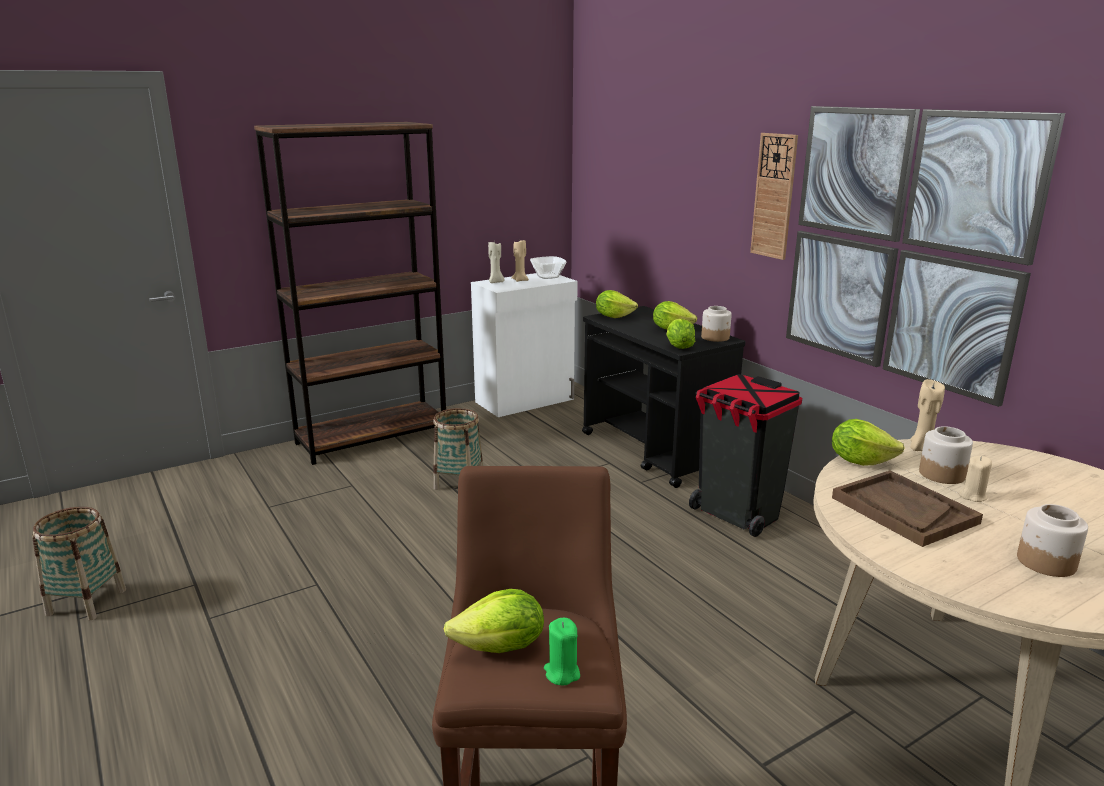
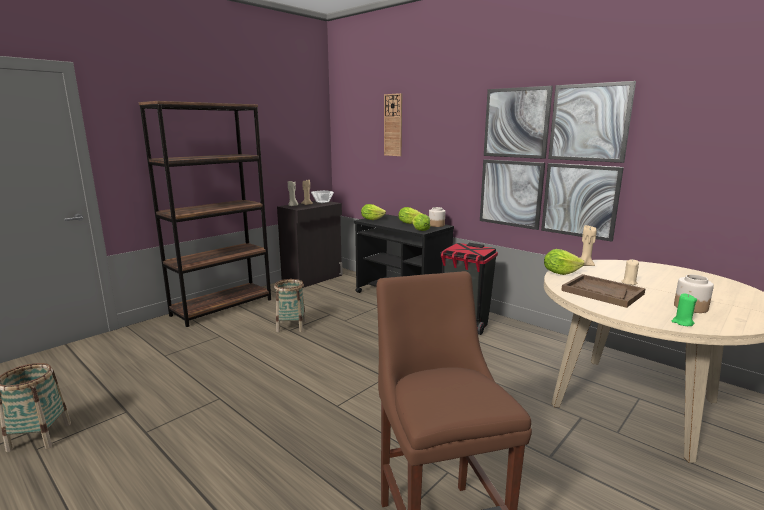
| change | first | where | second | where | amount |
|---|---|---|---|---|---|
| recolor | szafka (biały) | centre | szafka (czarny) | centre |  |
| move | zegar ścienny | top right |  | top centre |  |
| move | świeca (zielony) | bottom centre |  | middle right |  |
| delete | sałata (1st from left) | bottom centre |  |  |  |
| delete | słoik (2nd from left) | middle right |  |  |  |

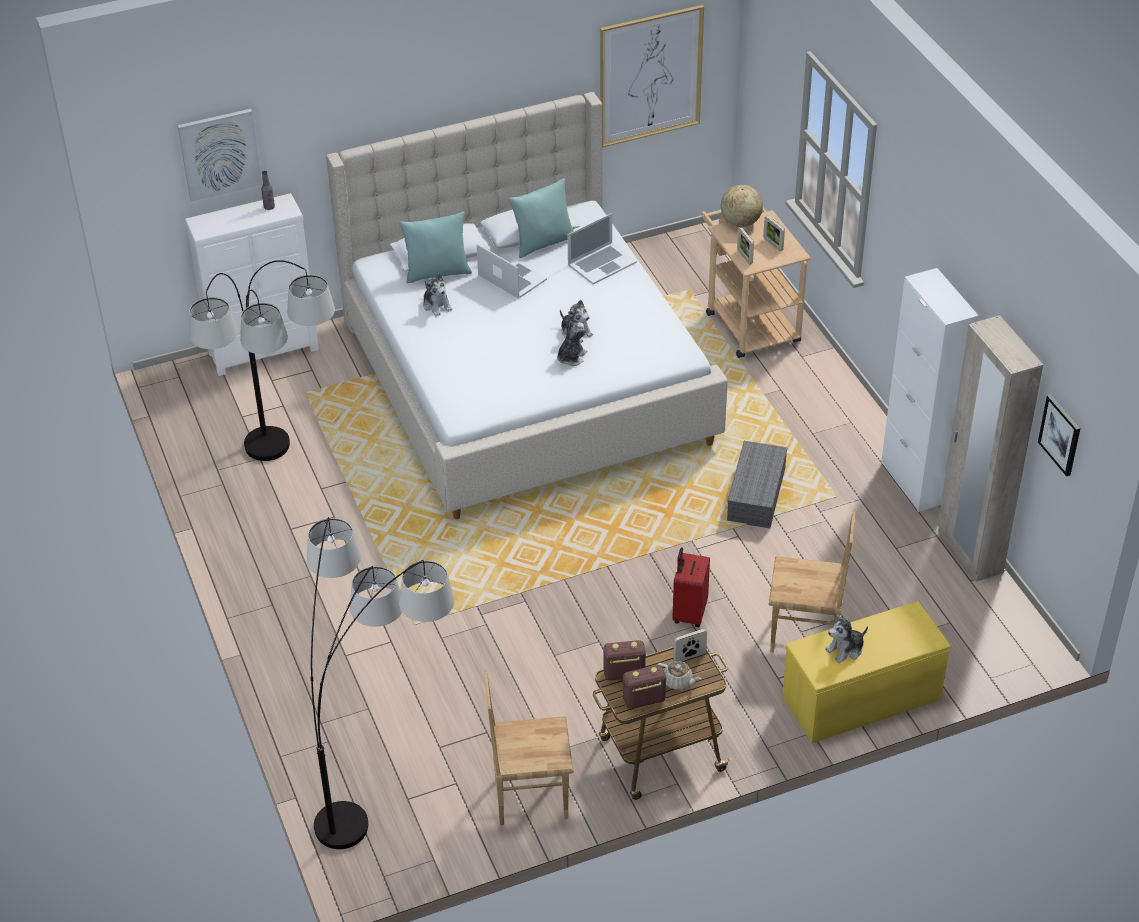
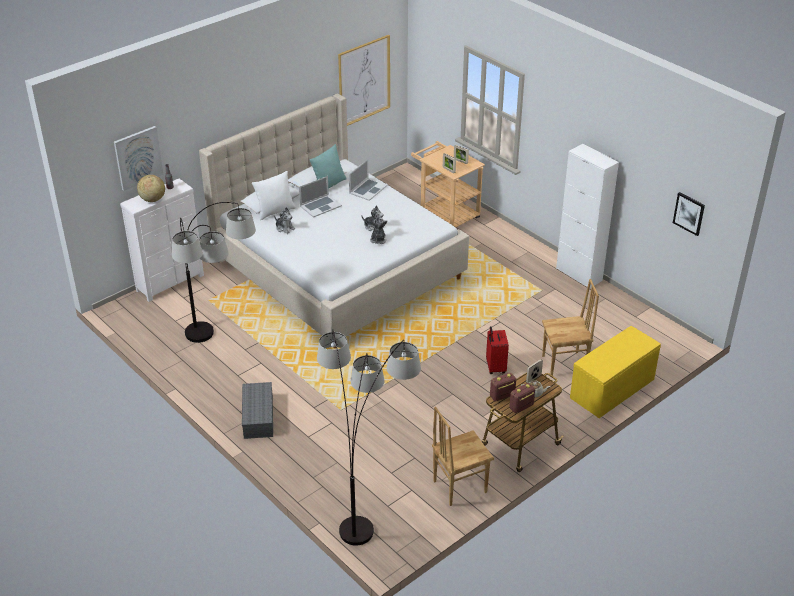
| change | first | where | second | where | amount |
|---|---|---|---|---|---|
| move | globus | top centre |  | top left |  |
| move | pojemnik do przechowywania (szary) | centre |  | bottom left |  |
| recolor | poduszka (turkusowy) (1st from left) | top centre | poduszka (biały) | top centre |  |
| rotate | laptop (1st from left) | top centre |  | top centre | 120 degrees clockwise |
| delete | pluszak (4th from left) | bottom right |  |  |  |
| delete | szafa (beżowy) | middle right |  |  |  |

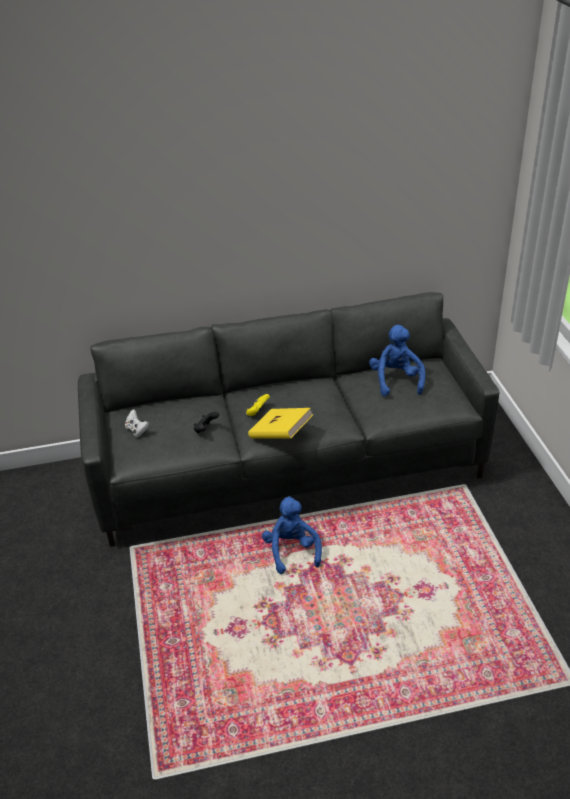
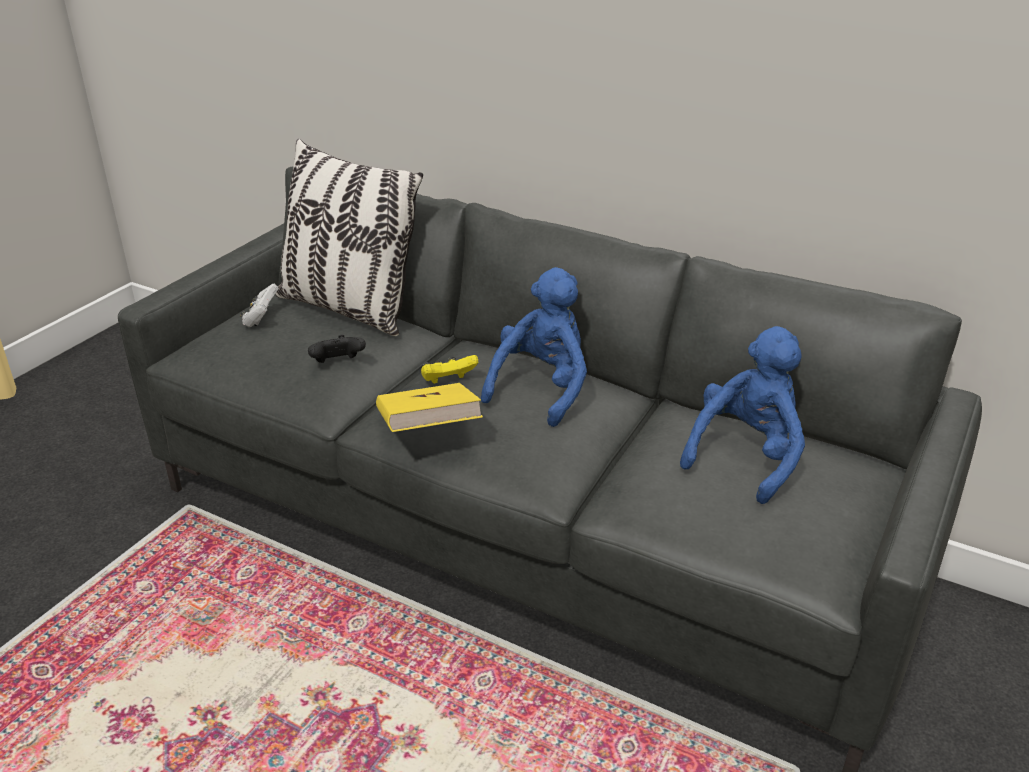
| change | first | where | second | where | amount |
|---|---|---|---|---|---|
| insert |  |  | poduszka | top centre |  |
| move | pluszak (niebieski) (1st from left) | bottom centre |  | centre |  |

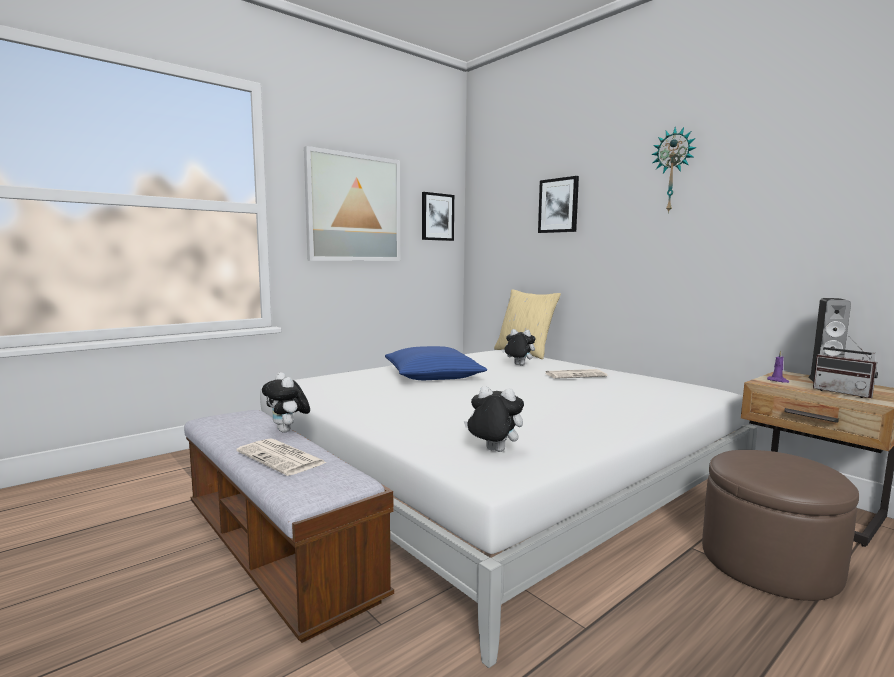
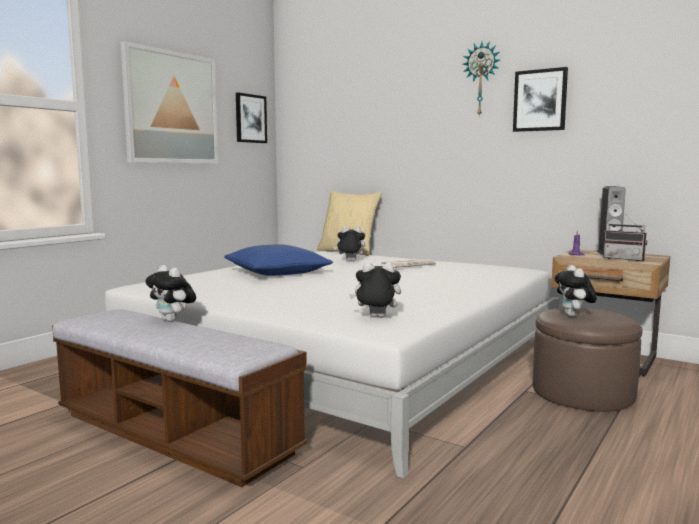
| change | first | where | second | where | amount |
|---|---|---|---|---|---|
| move | obraz (3rd from left) | top centre |  | top right |  |
| insert |  |  | pluszak (4th from left) | middle right |  |
| delete | gazeta (1st from left) | bottom left |  |  |  |

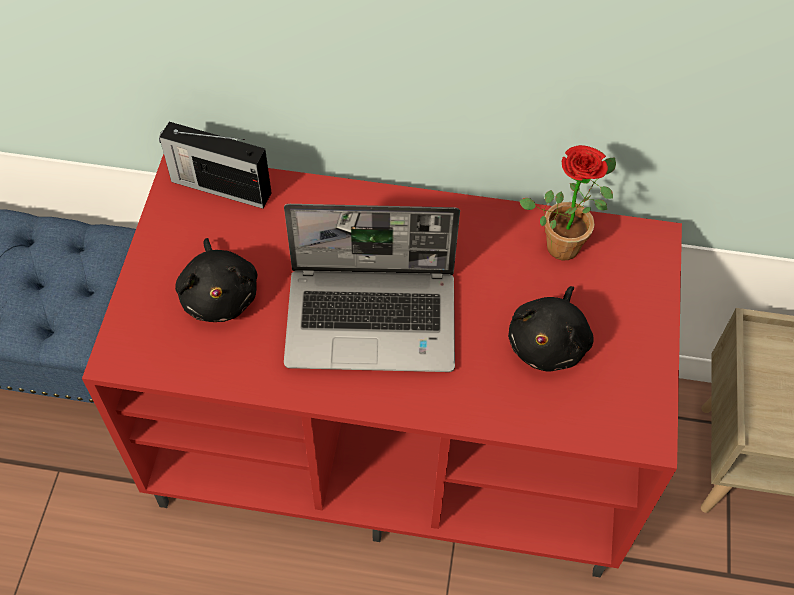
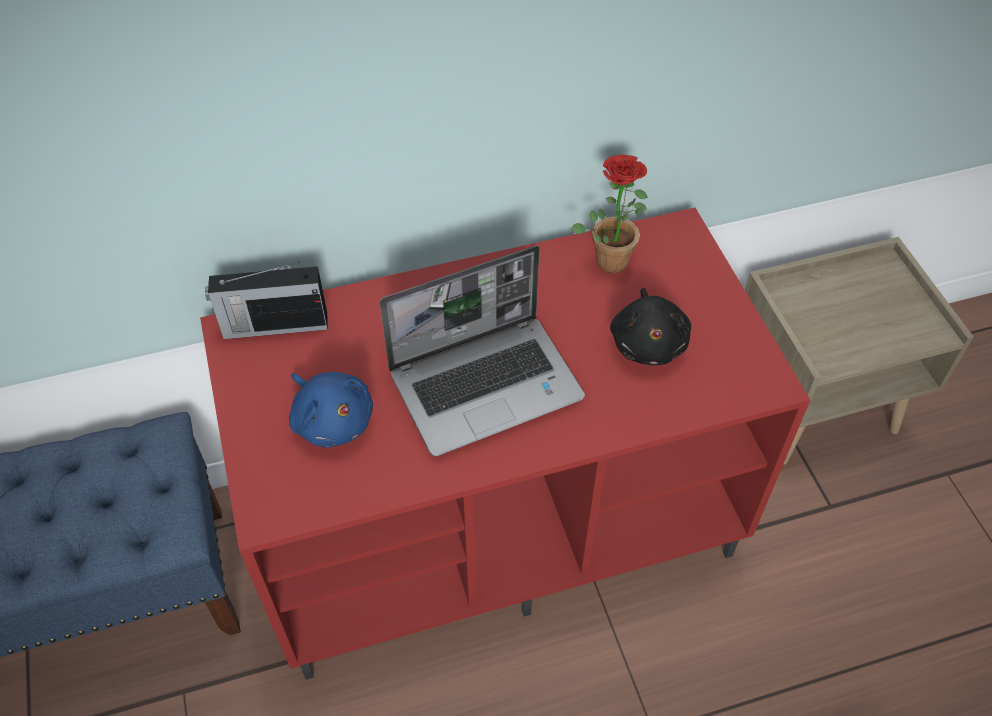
| change | first | where | second | where | amount |
|---|---|---|---|---|---|
| recolor | pluszak (czarny) (1st from left) | middle left | pluszak (niebieski) | centre |  |

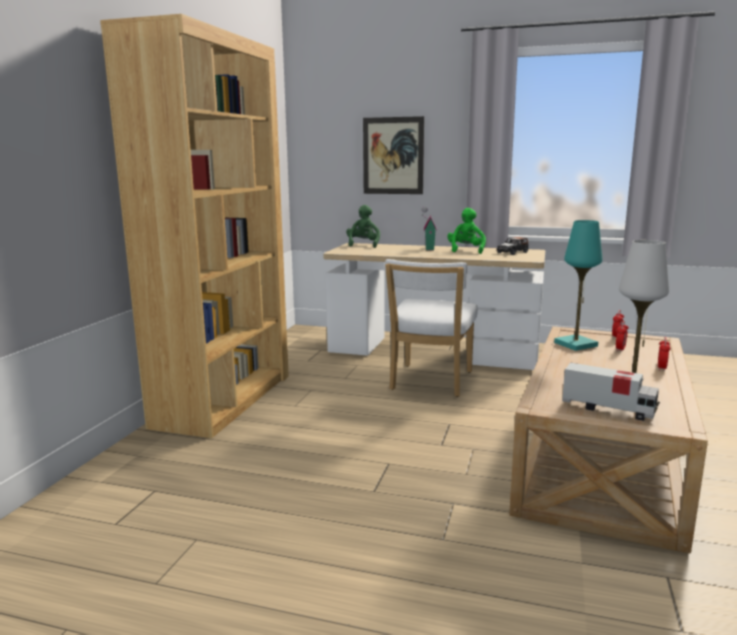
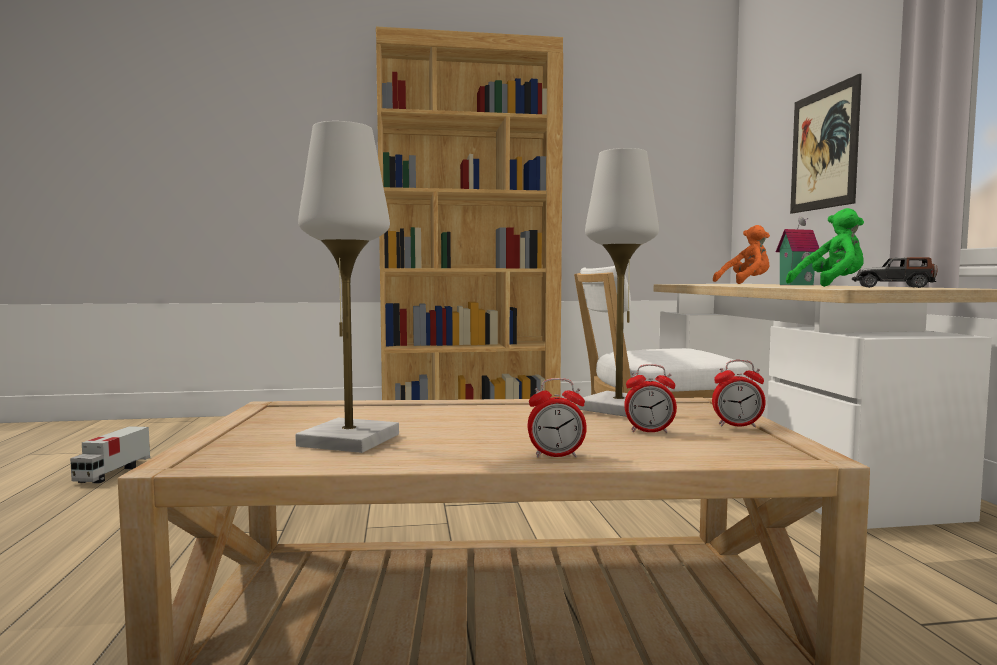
| change | first | where | second | where | amount |
|---|---|---|---|---|---|
| move | ciężarówka zabawkowa | middle right |  | bottom left |  |
| recolor | lampa stołowa (turkusowy) | middle right | lampa stołowa (biały) (2nd from left) | centre |  |
| recolor | pluszak (zielony) (1st from left) | centre | pluszak (pomarańczowy) | middle right |  |

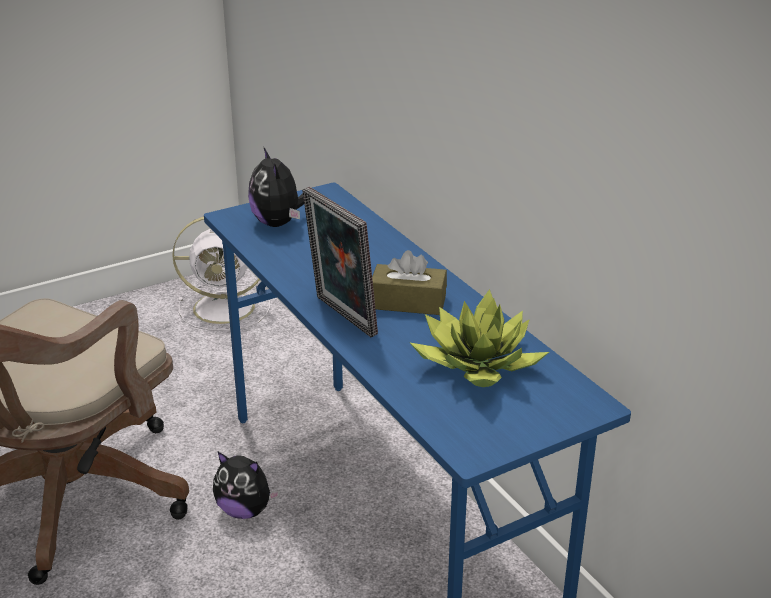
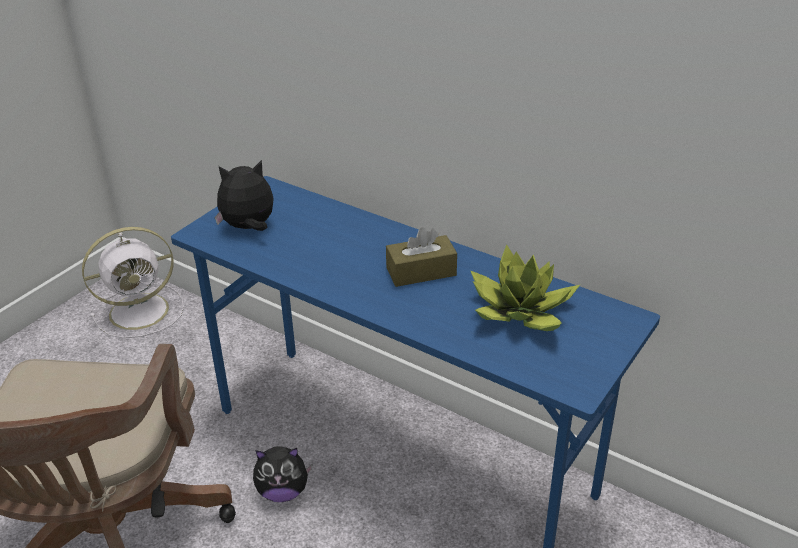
| change | first | where | second | where | amount |
|---|---|---|---|---|---|
| rotate | pluszak (2nd from left in the first image) | top centre | pluszak (1st from left) | middle left | 120 degrees clockwise |
| delete | ramka na zdjęcie | centre |  |  |  |

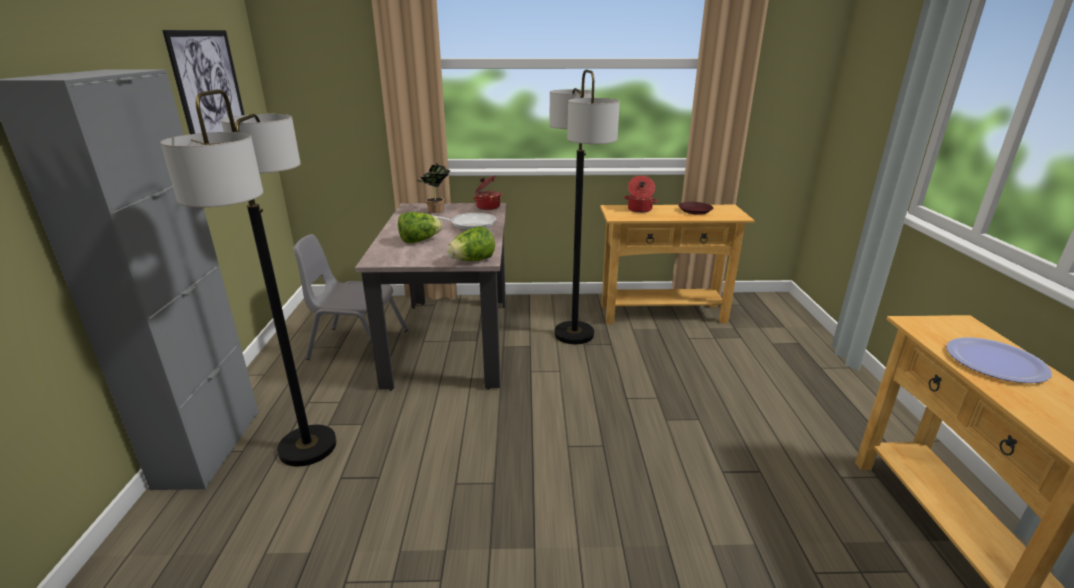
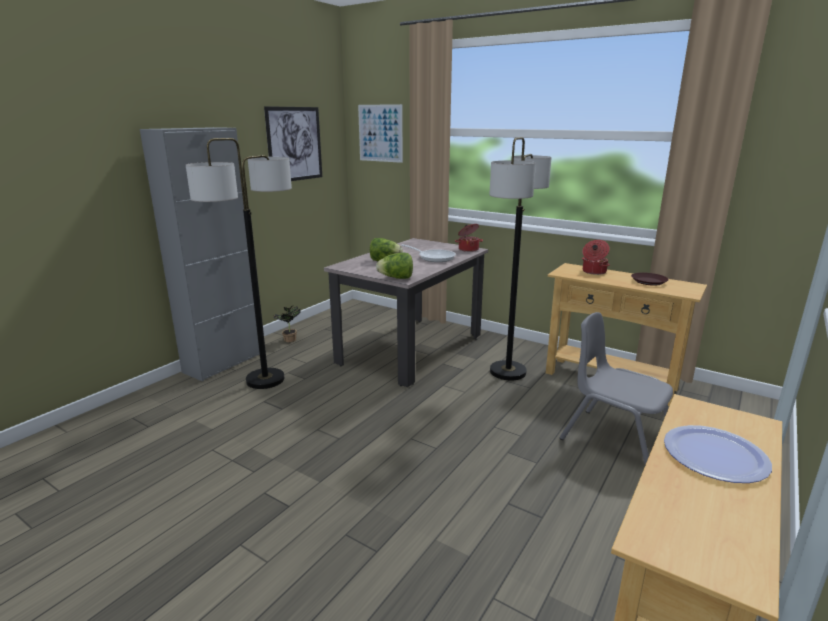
| change | first | where | second | where | amount |
|---|---|---|---|---|---|
| move | roślina doniczkowa | top centre |  | centre |  |
| insert |  |  | obraz (2nd from left) | top centre |  |
| move | krzesło (szary) | middle left |  | middle right |  |

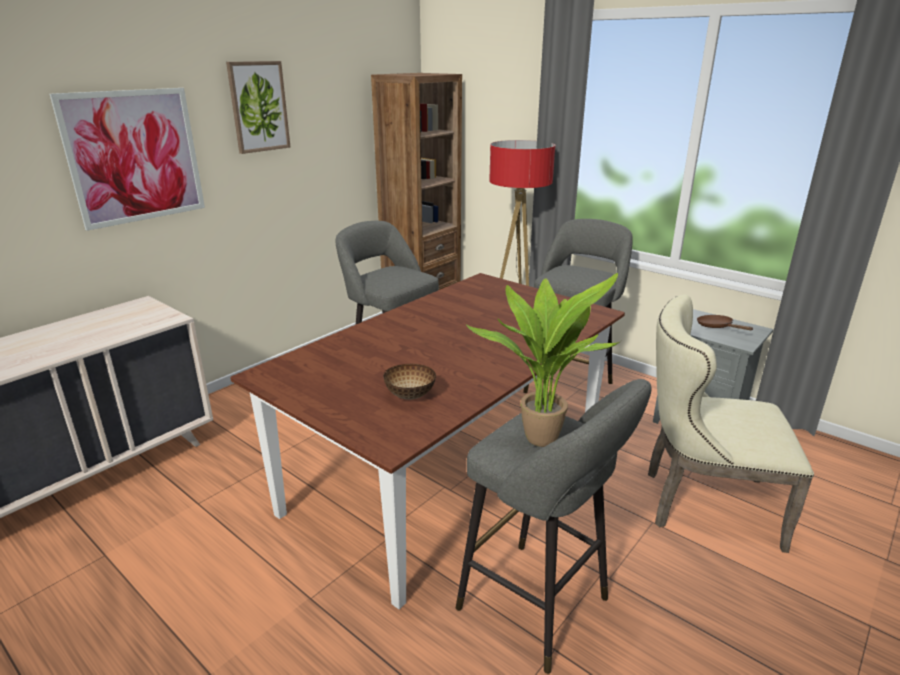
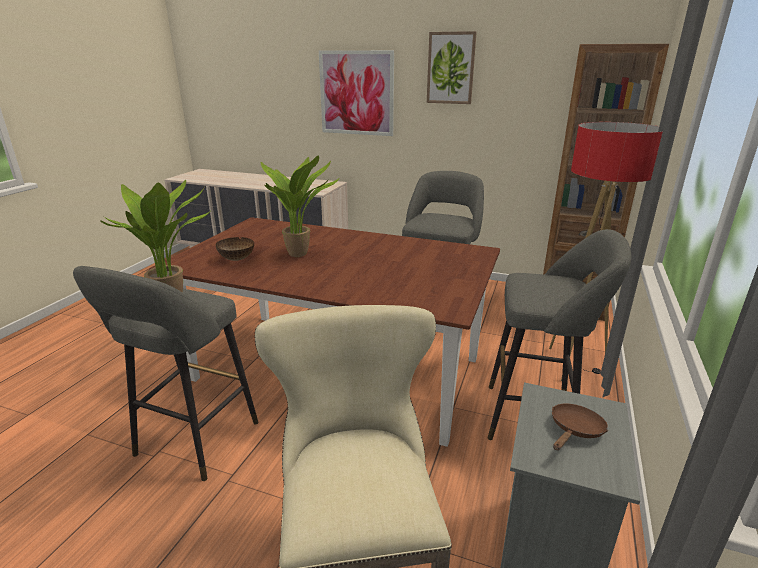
| change | first | where | second | where | amount |
|---|---|---|---|---|---|
| insert |  |  | roślina doniczkowa (2nd from left) | centre |  |

